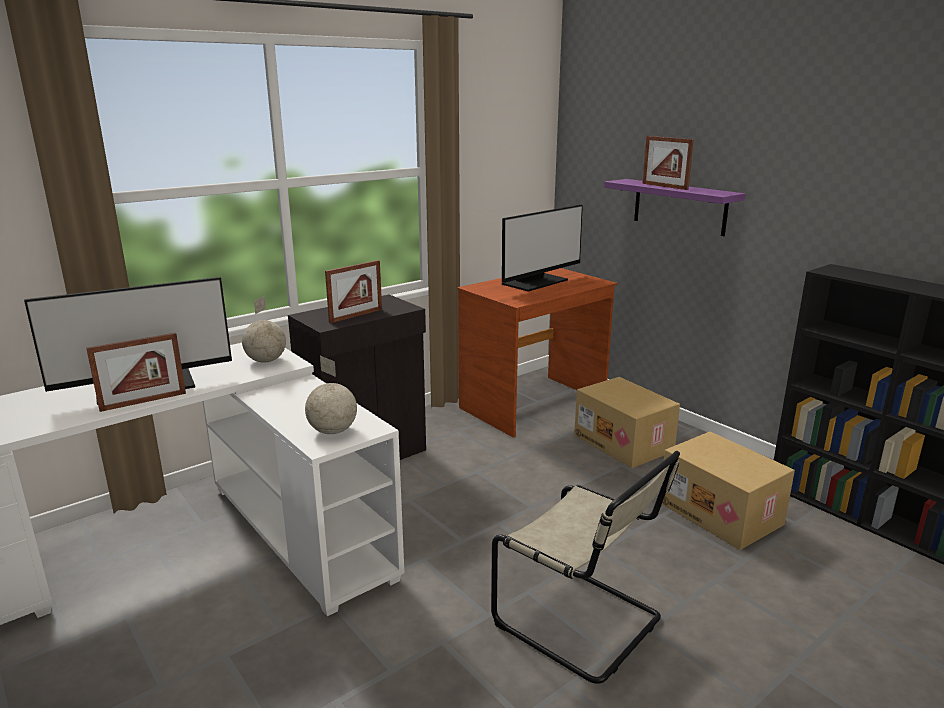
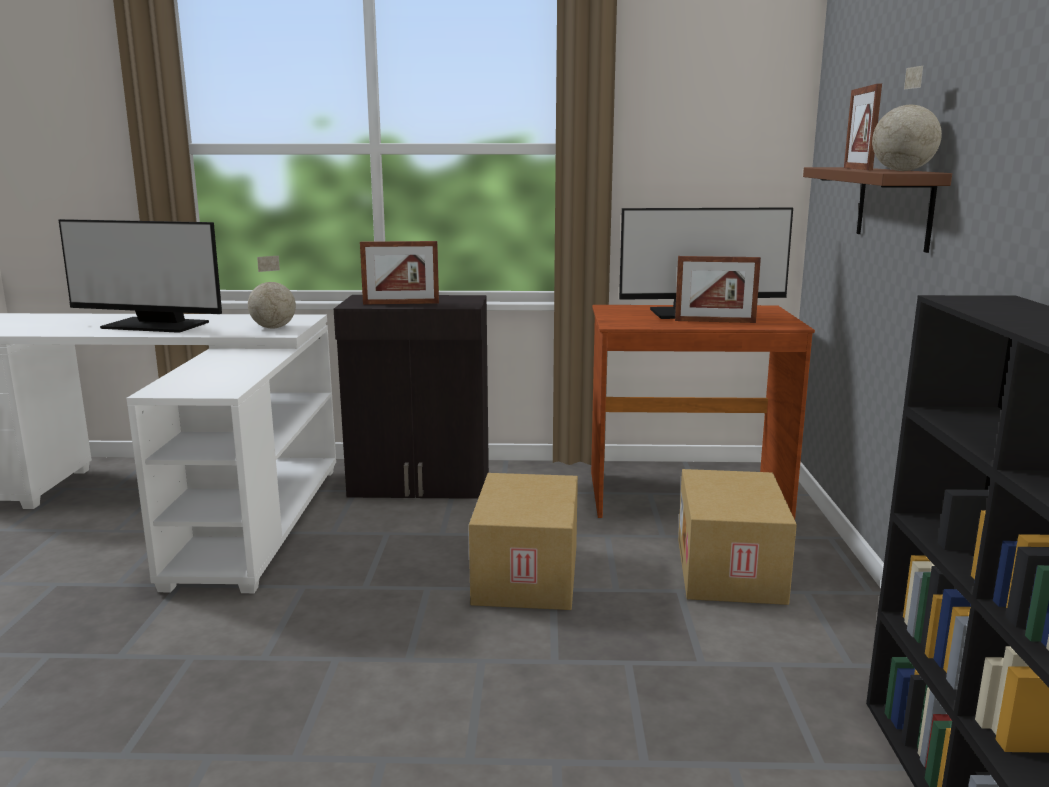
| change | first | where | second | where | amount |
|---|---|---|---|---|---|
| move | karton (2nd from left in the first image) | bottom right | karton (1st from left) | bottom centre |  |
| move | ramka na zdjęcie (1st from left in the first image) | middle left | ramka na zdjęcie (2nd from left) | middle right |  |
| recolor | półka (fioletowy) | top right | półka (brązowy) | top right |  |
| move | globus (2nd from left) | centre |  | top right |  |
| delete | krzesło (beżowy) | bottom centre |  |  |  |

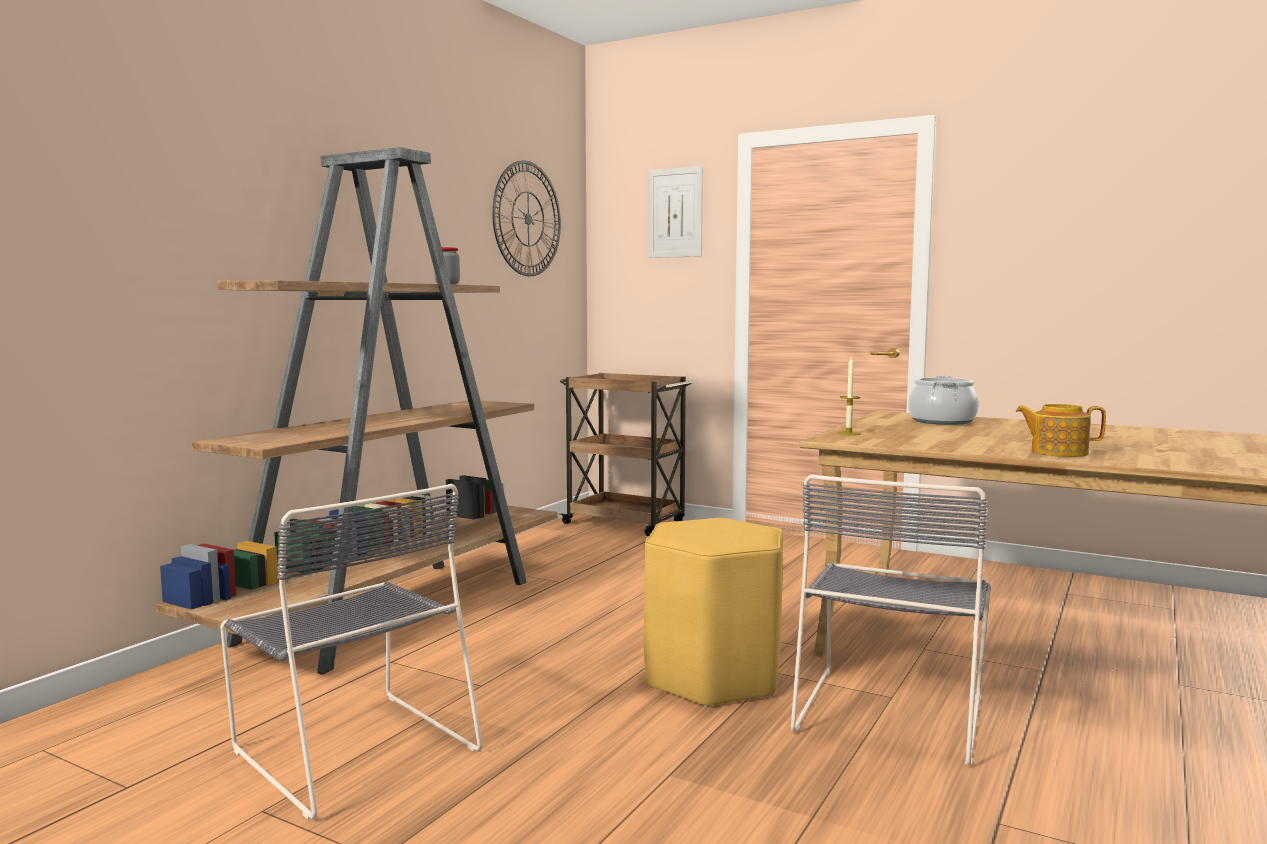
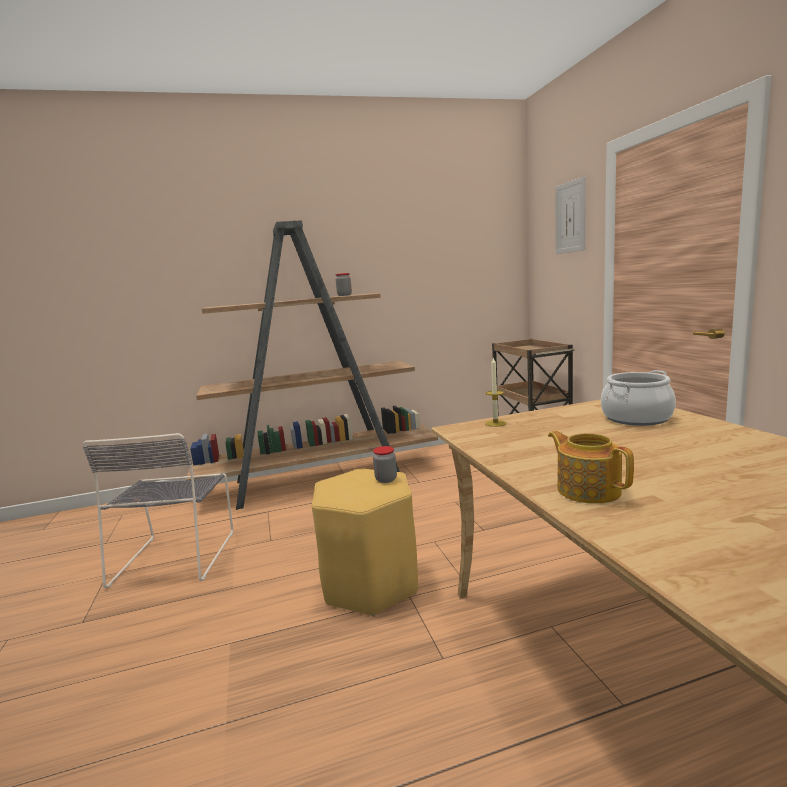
| change | first | where | second | where | amount |
|---|---|---|---|---|---|
| insert |  |  | słoik (2nd from left) | centre |  |
| delete | zegar ścienny | top centre |  |  |  |
| delete | krzesło (szary) (2nd from left) | bottom right |  |  |  |

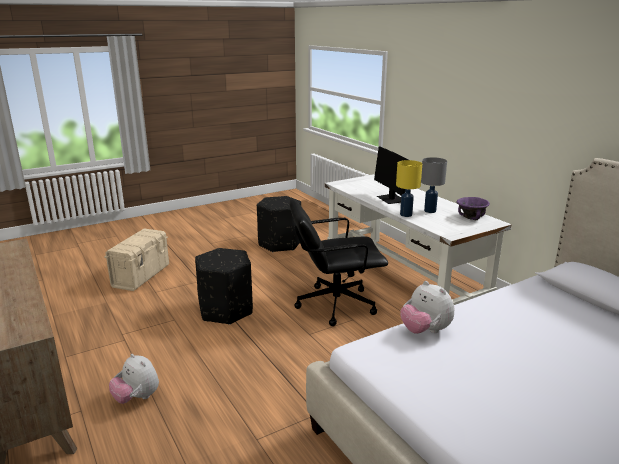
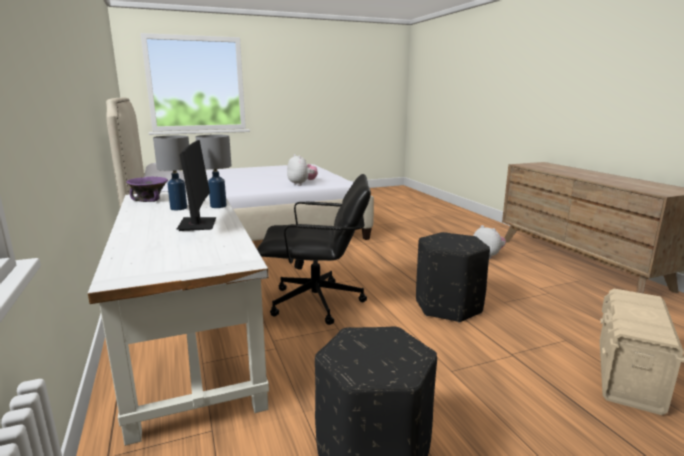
| change | first | where | second | where | amount |
|---|---|---|---|---|---|
| recolor | lampa stołowa (żółty) | centre | lampa stołowa (szary) (2nd from left) | middle left |  |

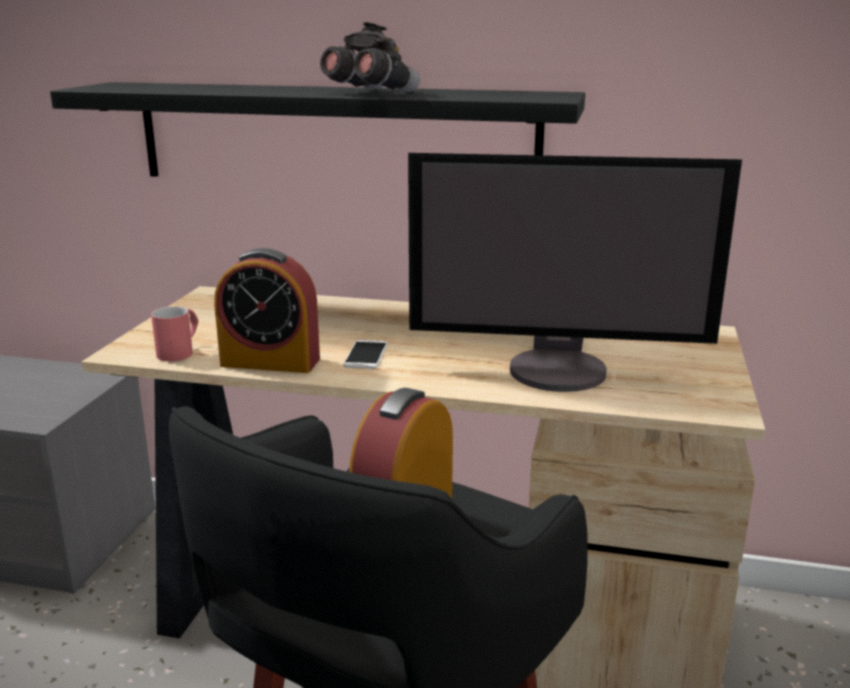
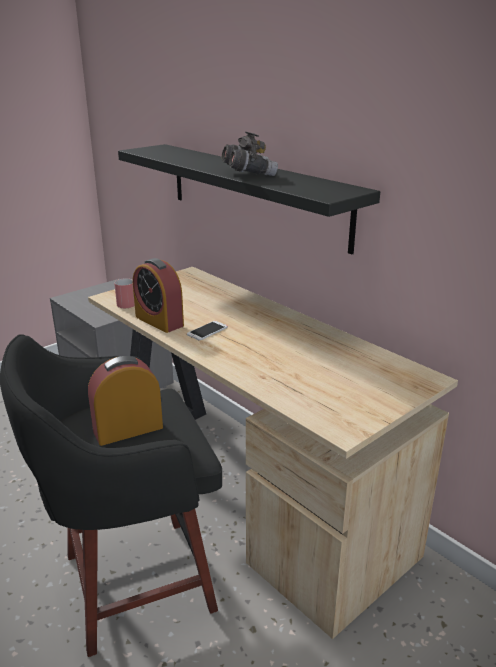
| change | first | where | second | where | amount |
|---|---|---|---|---|---|
| delete | monitor | middle right |  |  |  |

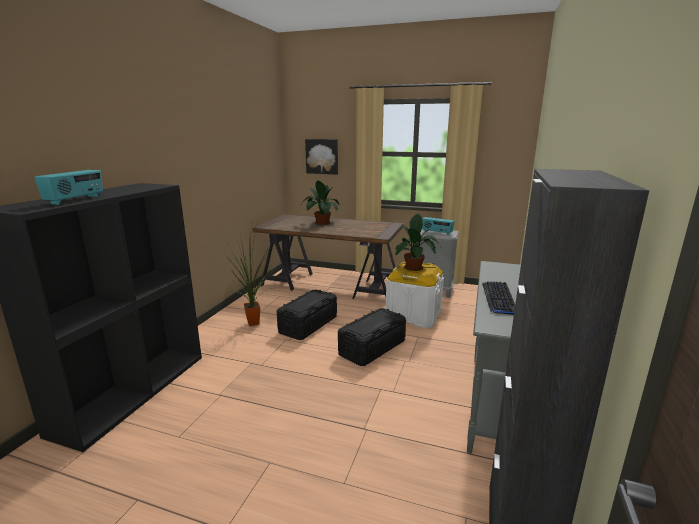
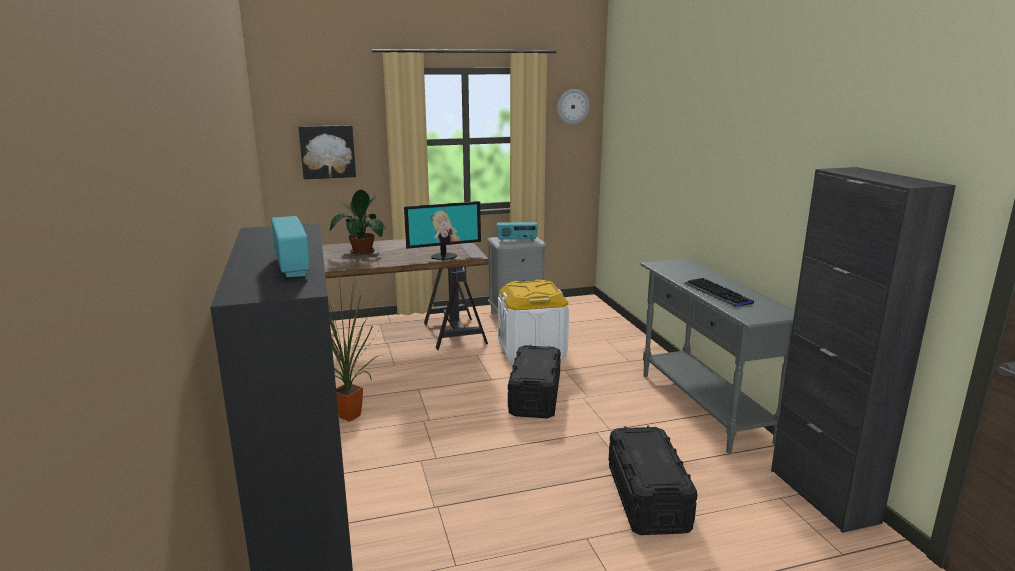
| change | first | where | second | where | amount |
|---|---|---|---|---|---|
| insert |  |  | monitor | centre |  |
| insert |  |  | zegar ścienny | top centre |  |
| move | pojemnik do przechowywania (czarny) (1st from left in the first image) | centre | pojemnik do przechowywania (czarny) (2nd from left) | bottom centre |  |
| delete | roślina doniczkowa (3rd from left) | centre |  |  |  |

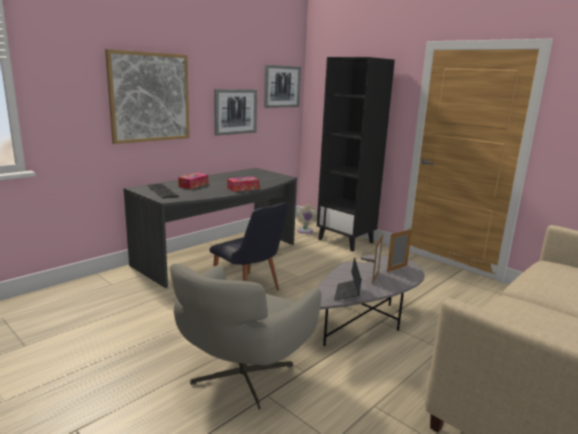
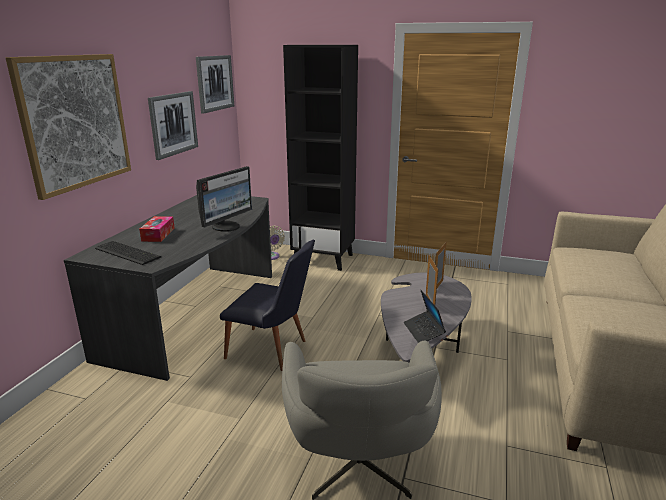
| change | first | where | second | where | amount |
|---|---|---|---|---|---|
| replace | pudełko chusteczek (2nd from left) | centre | monitor | centre |  |

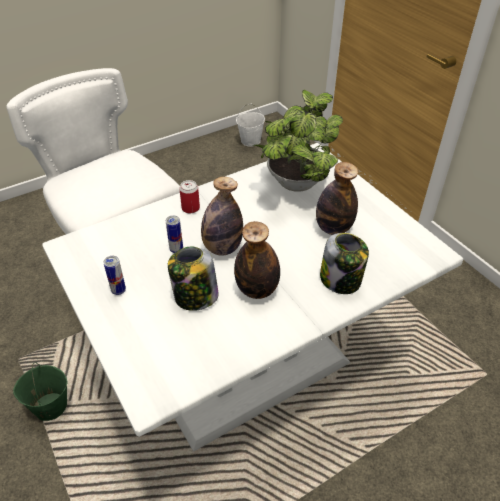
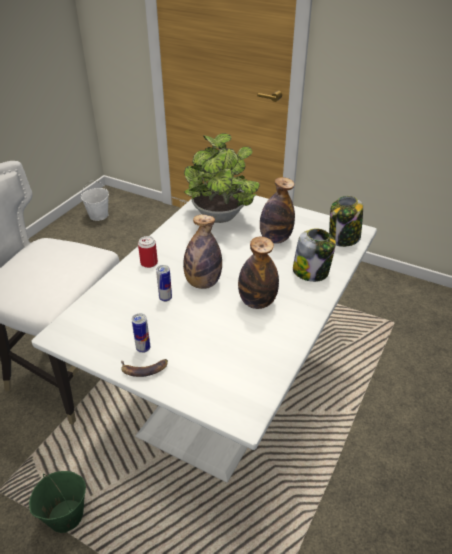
| change | first | where | second | where | amount |
|---|---|---|---|---|---|
| insert |  |  | banan | middle left |  |
| move | słoik (1st from left in the first image) | centre | słoik (2nd from left) | middle right |  |

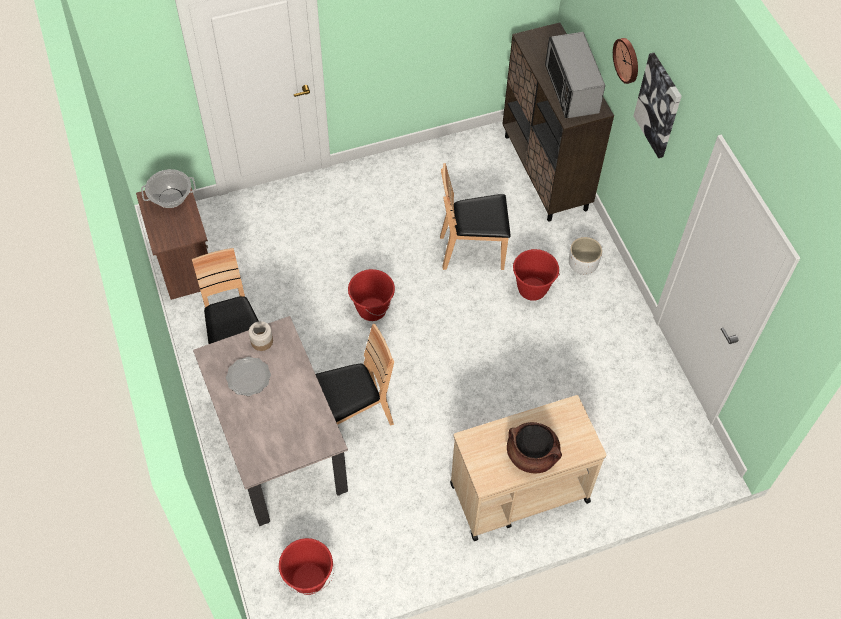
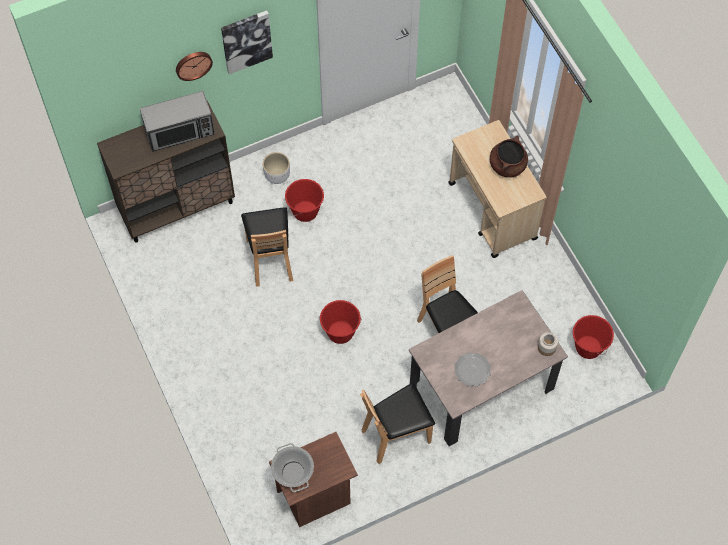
| change | first | where | second | where | amount |
|---|---|---|---|---|---|
| move | słoik | middle left |  | middle right |  |

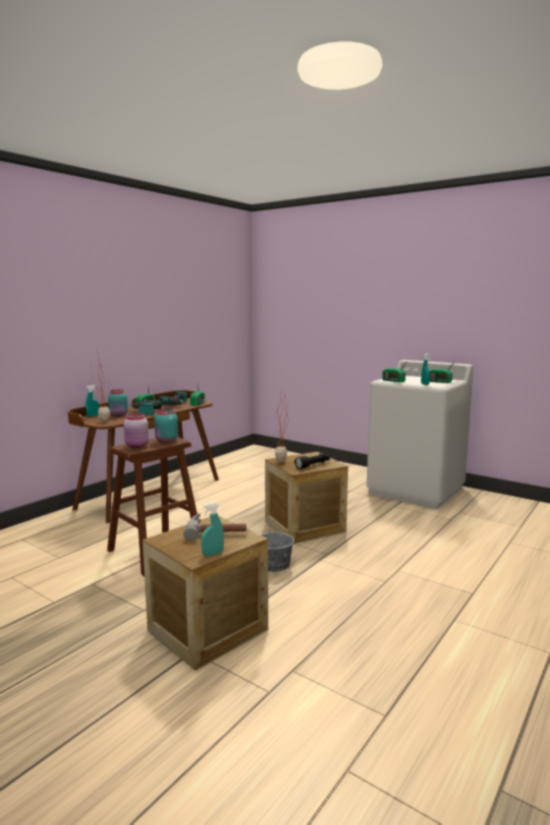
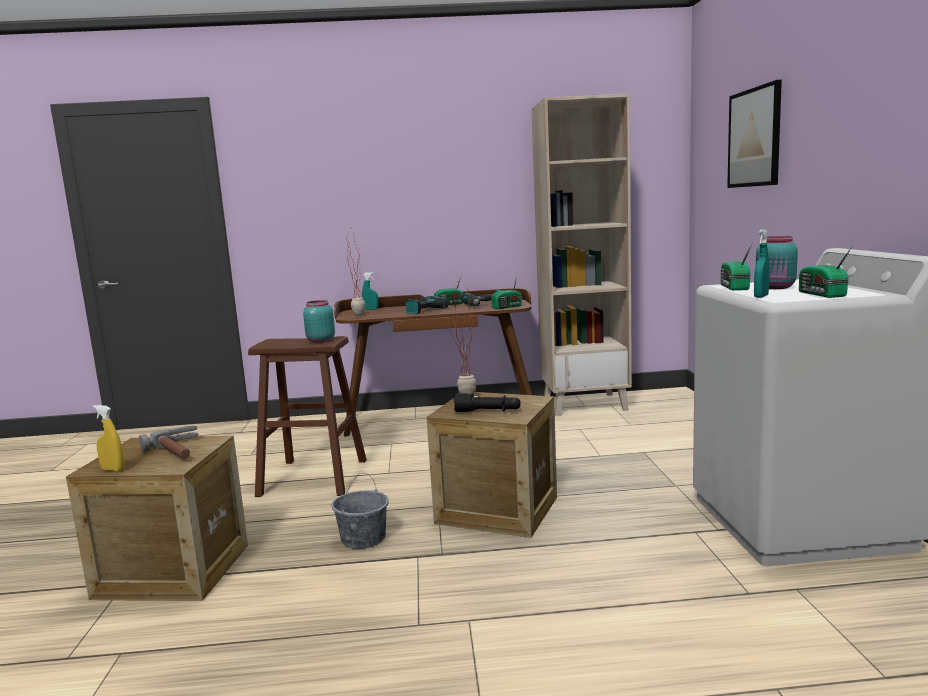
| change | first | where | second | where | amount |
|---|---|---|---|---|---|
| recolor | spryskiwacz (turkusowy) (2nd from left) | centre | spryskiwacz (żółty) | middle left |  |
| insert |  |  | regał (beżowy) | centre |  |
| insert |  |  | obraz | top right |  |
| move | słoik (turkusowy) (1st from left in the first image) | middle left | słoik (turkusowy) (2nd from left) | middle right |  |
| delete | słoik (różowy) | middle left |  |  |  |

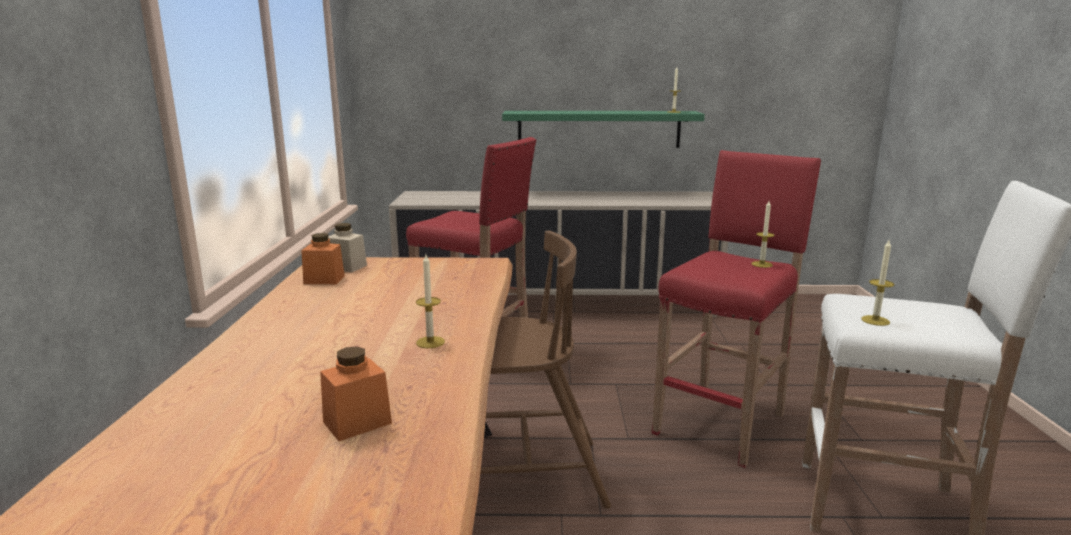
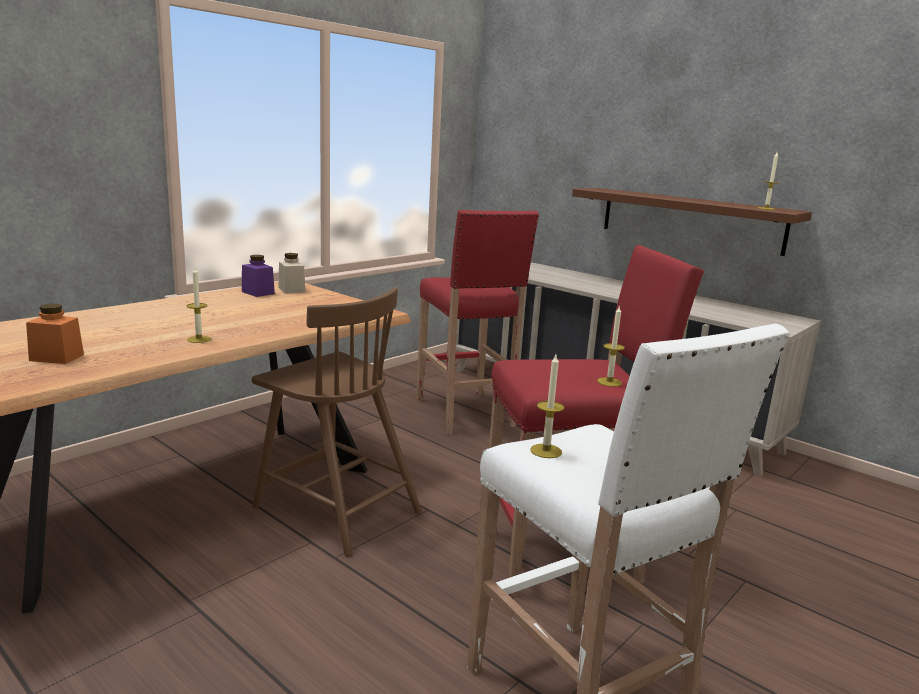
| change | first | where | second | where | amount |
|---|---|---|---|---|---|
| recolor | słoik (pomarańczowy) (1st from left) | middle left | słoik (fioletowy) | middle left |  |
| recolor | półka (zielony) | top centre | półka (brązowy) | top right |  |

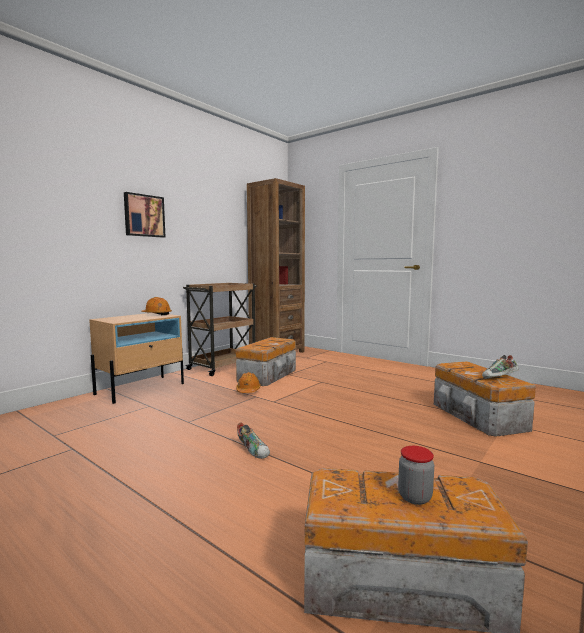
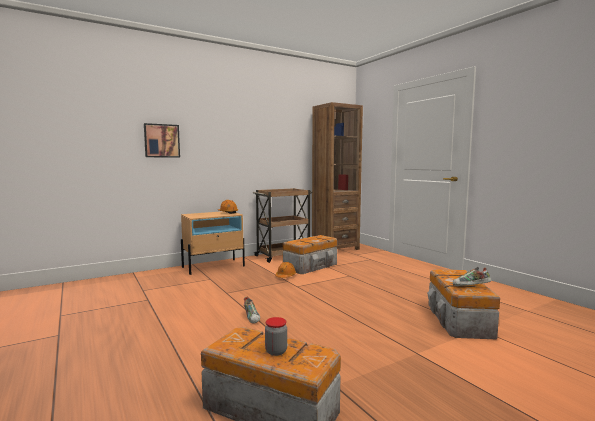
| change | first | where | second | where | amount |
|---|---|---|---|---|---|
| move | obraz | middle left |  | top left |  |

